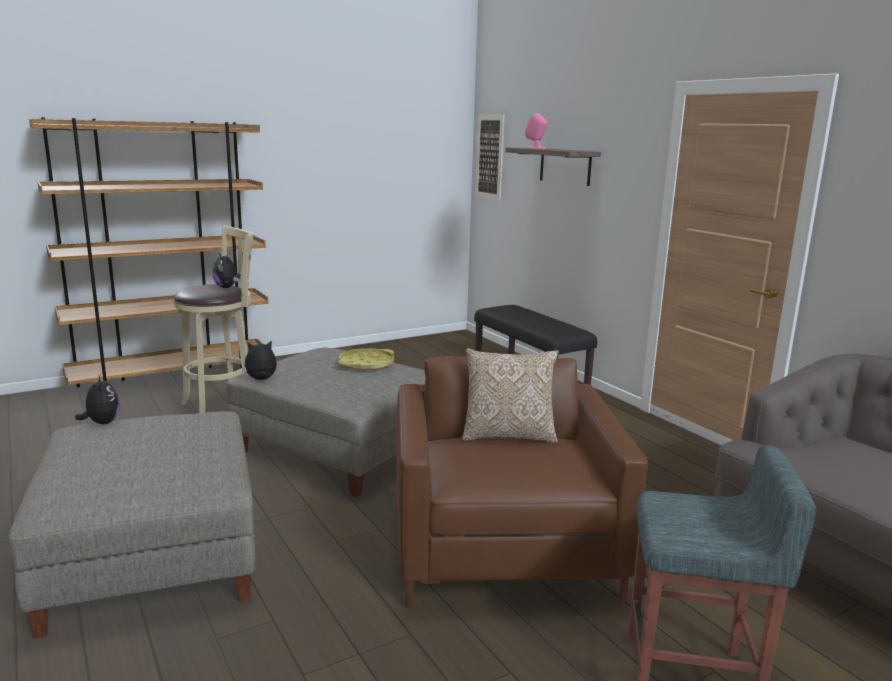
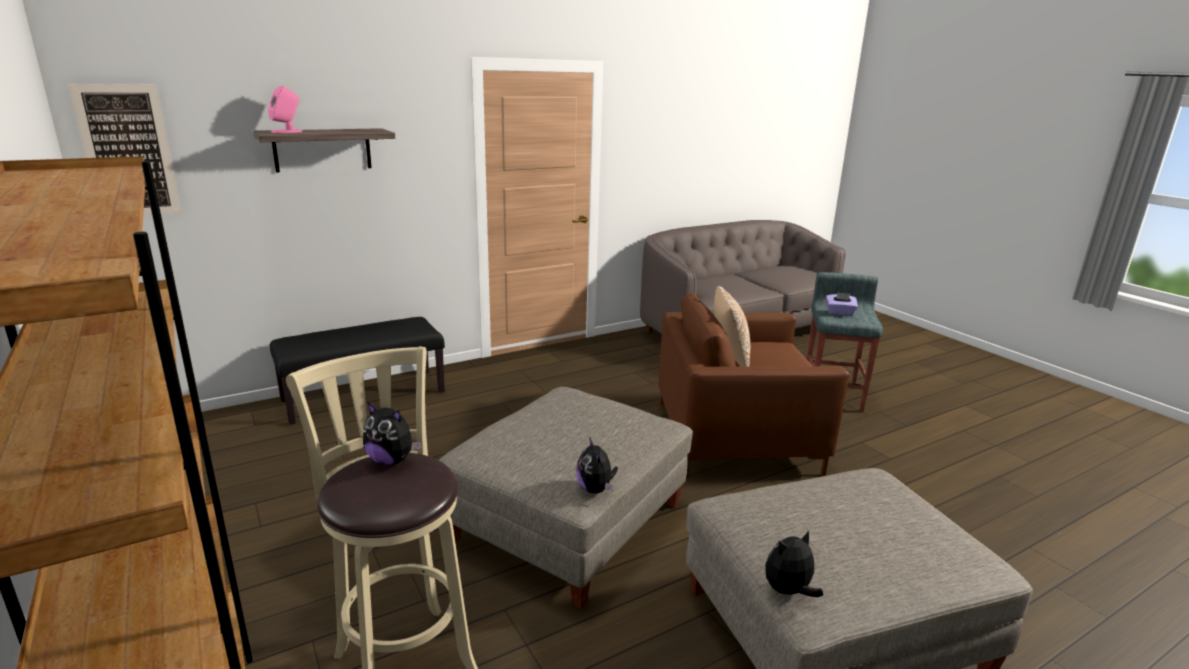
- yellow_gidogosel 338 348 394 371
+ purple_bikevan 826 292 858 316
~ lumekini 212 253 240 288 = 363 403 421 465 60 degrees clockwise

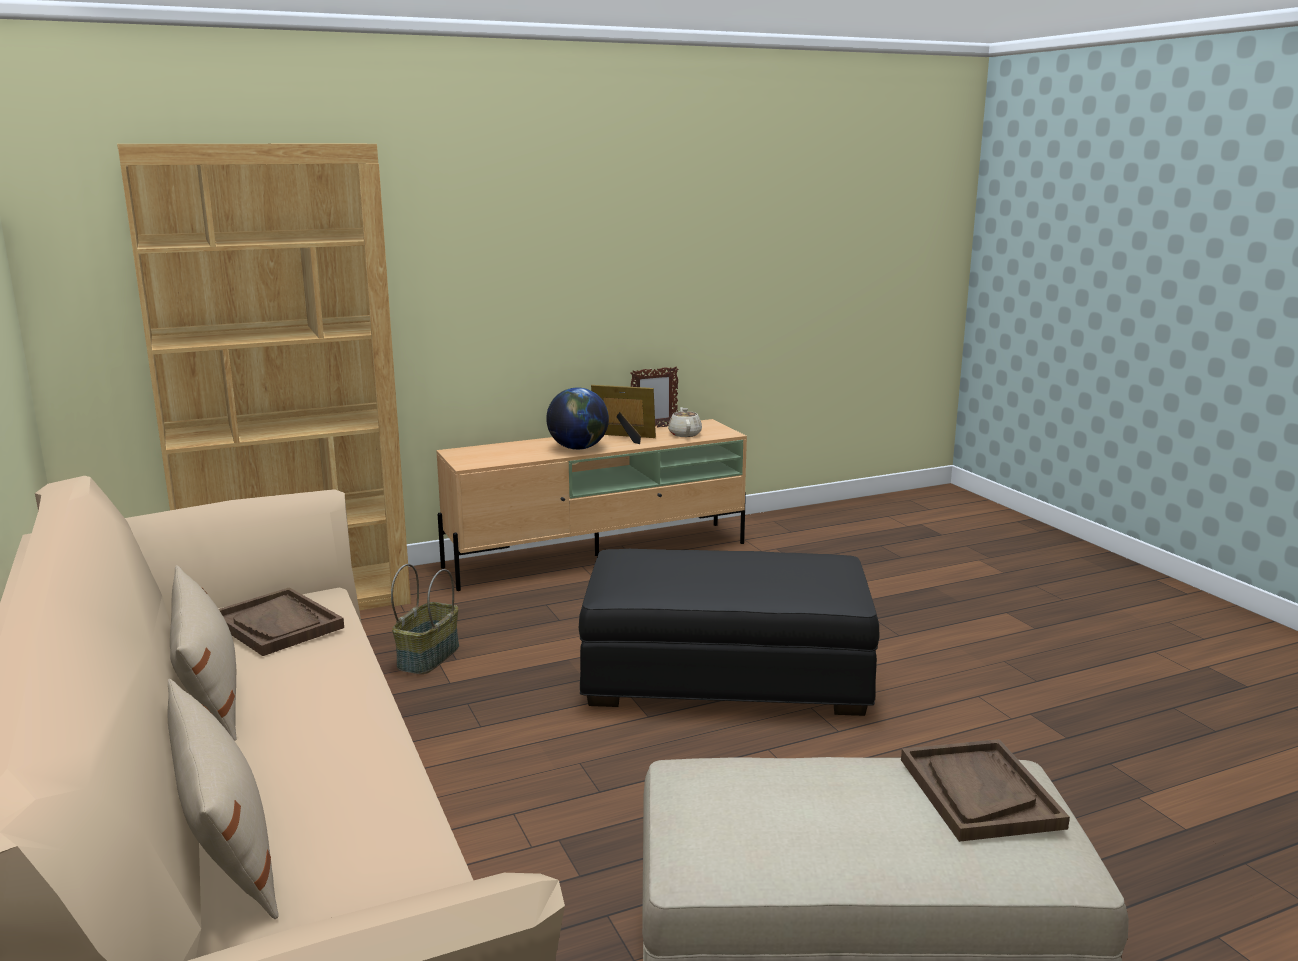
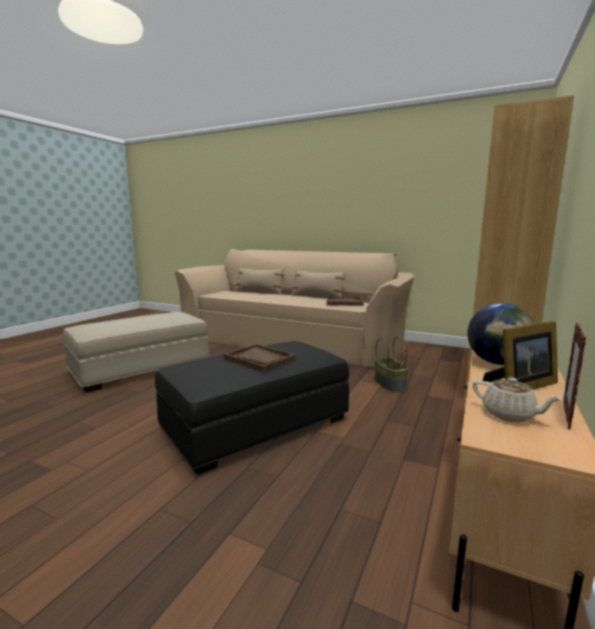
~ brown_gidogosel 901 739 1070 842 to 224 344 295 372

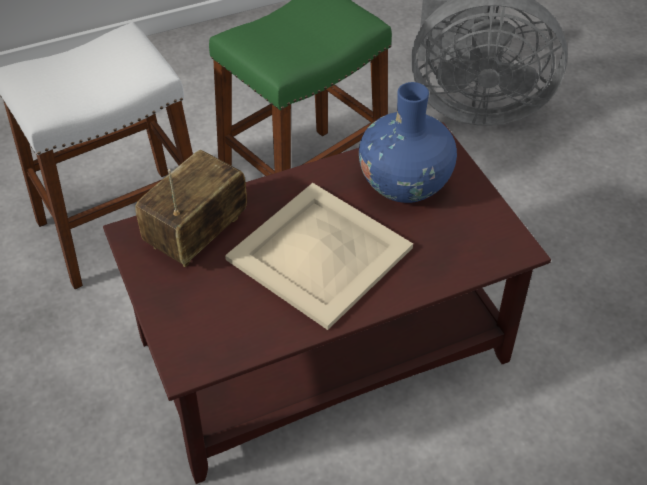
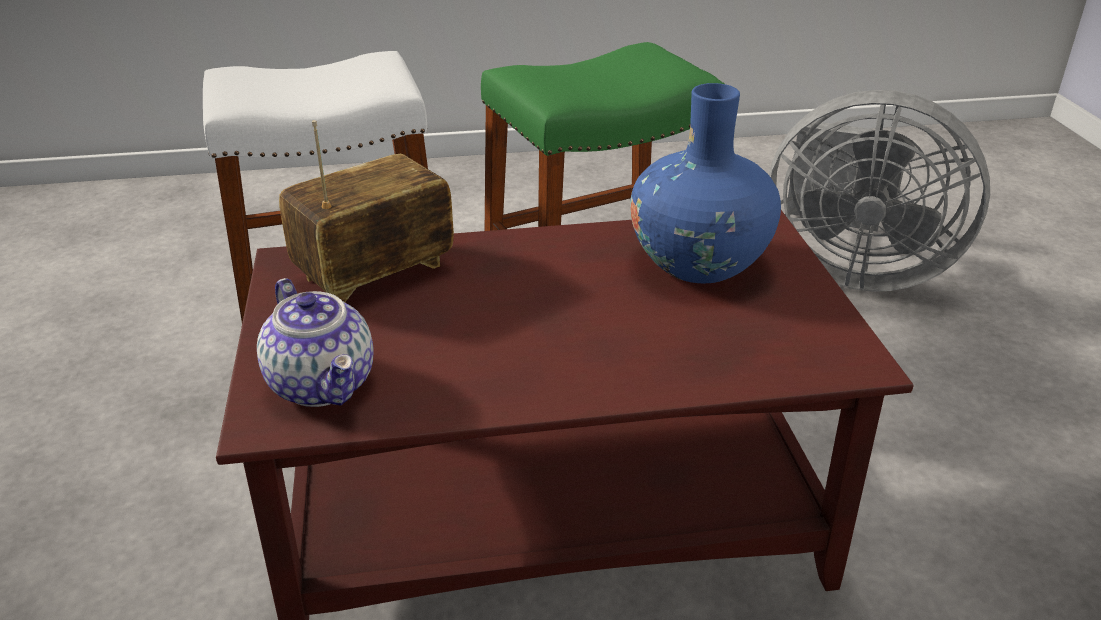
- beige_gidogosel 225 183 413 330
+ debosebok 257 278 374 407

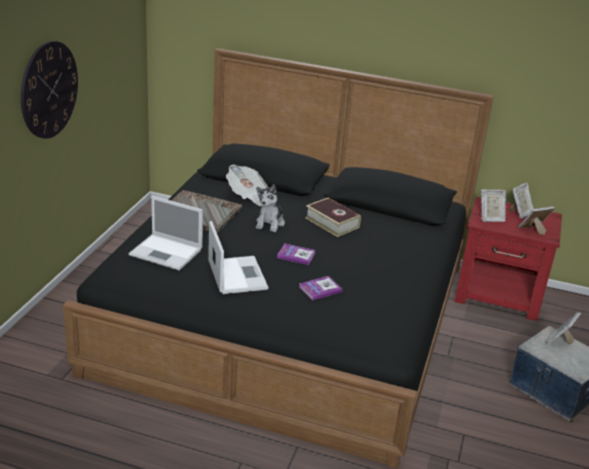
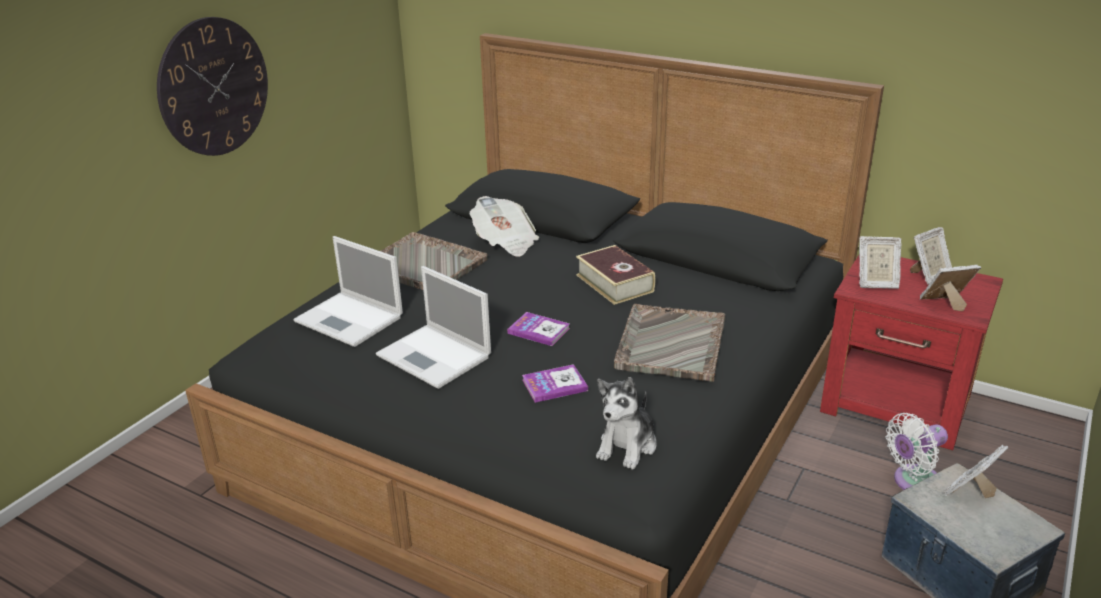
+ grey_gidogosel 614 304 725 382
+ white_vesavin 886 413 948 490
~ lumekini 256 184 285 232 to 596 377 657 470
~ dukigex 208 221 269 294 = 376 266 491 389 135 degrees clockwise

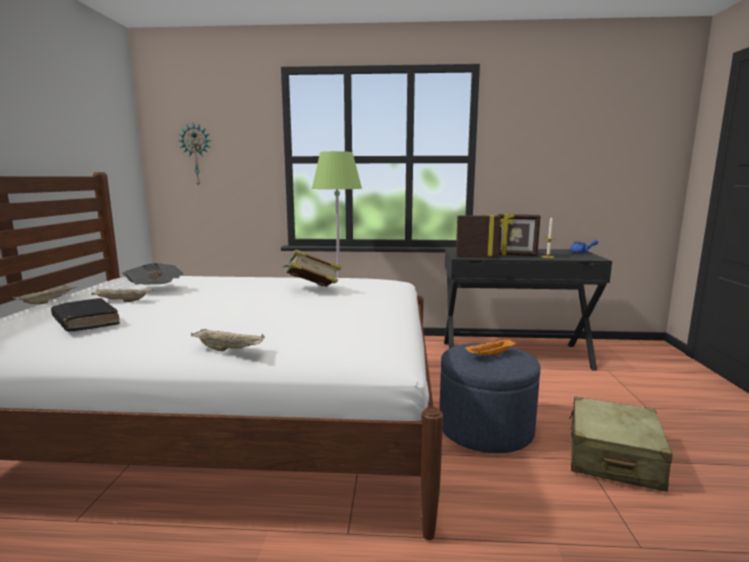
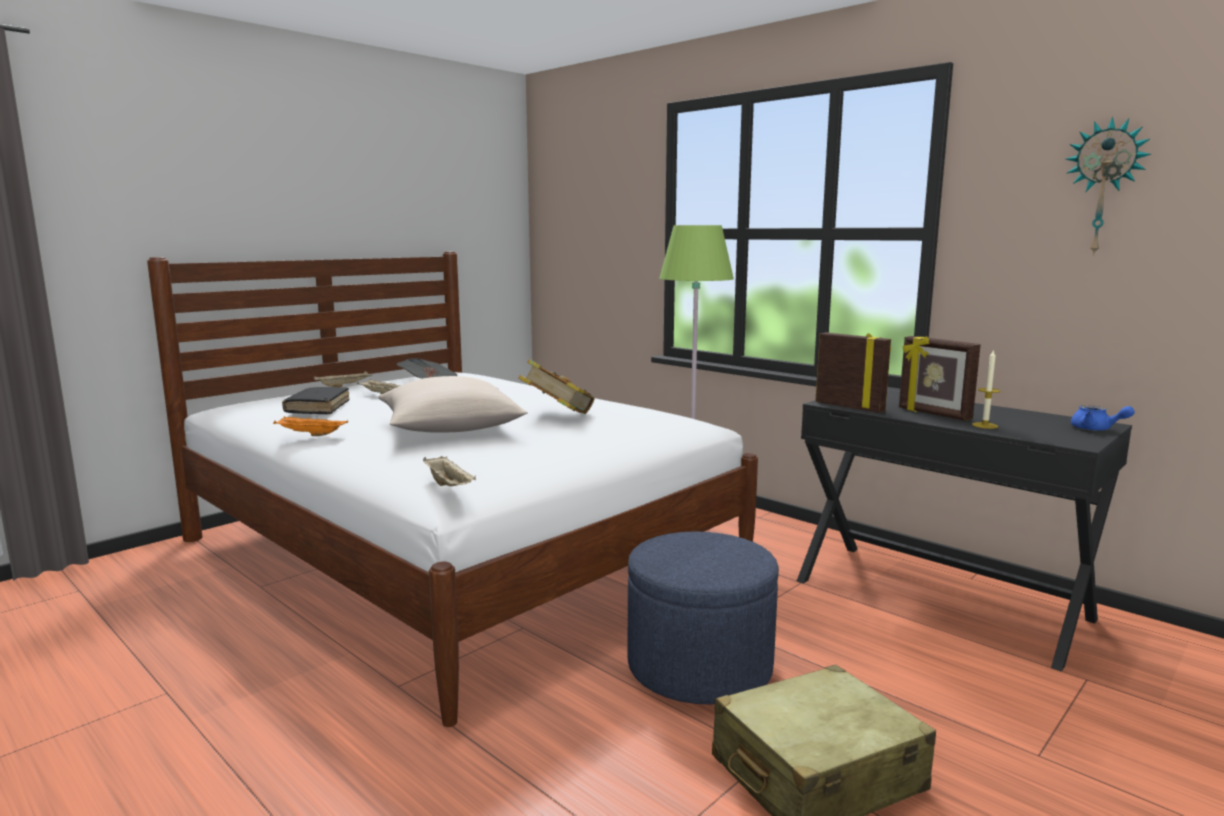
+ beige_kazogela 378 376 528 433
~ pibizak 179 122 211 187 to 1066 117 1151 256
~ beige_gidogosel 191 328 265 352 to 423 456 476 486
~ orange_gidogosel 465 338 516 356 to 273 416 348 436

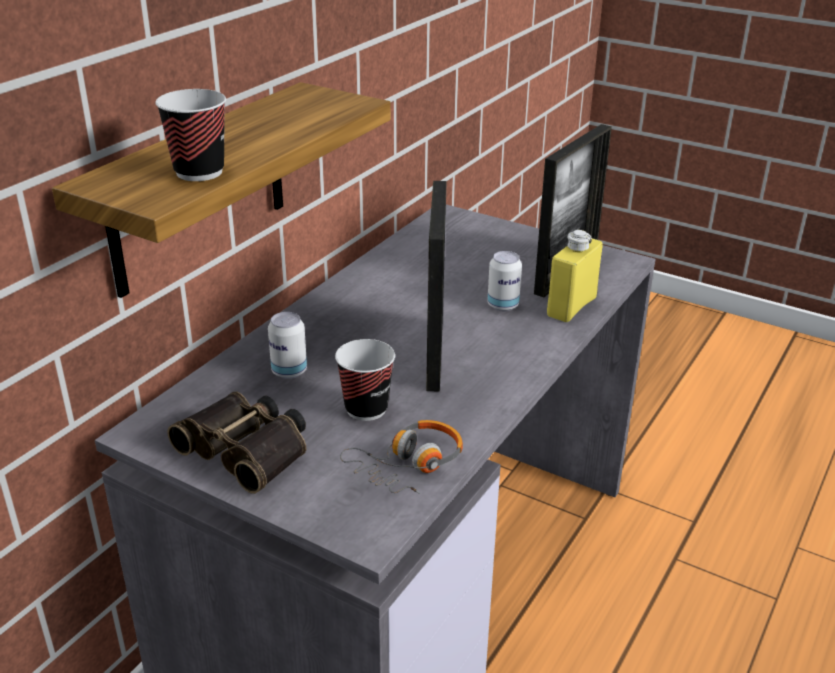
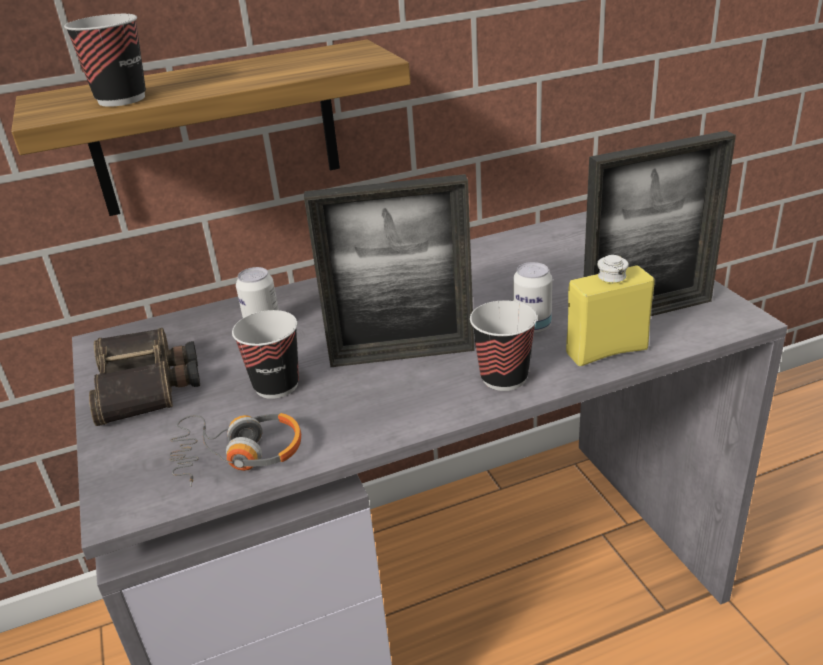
+ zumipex 470 300 537 391
~ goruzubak 426 181 447 392 = 304 174 474 367 135 degrees counterclockwise

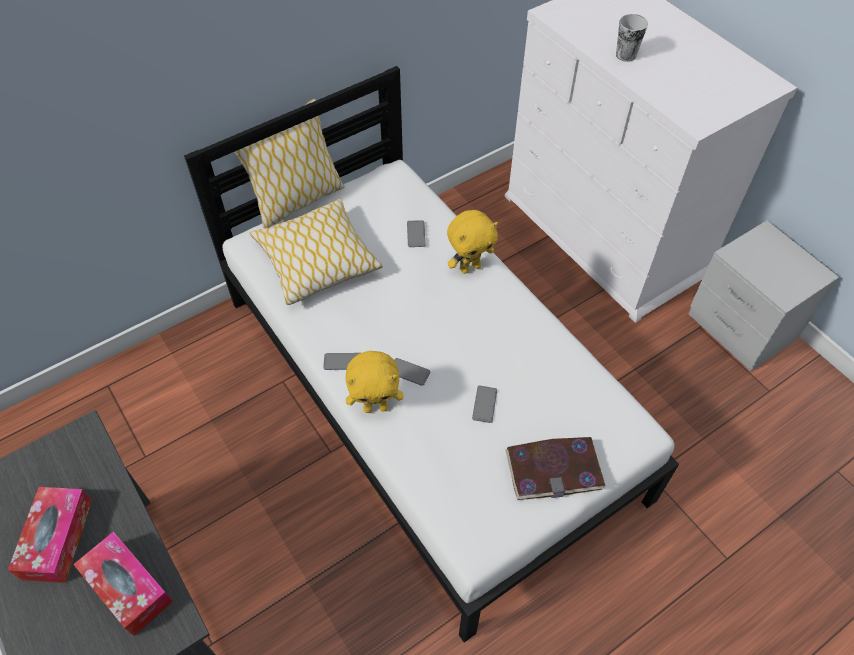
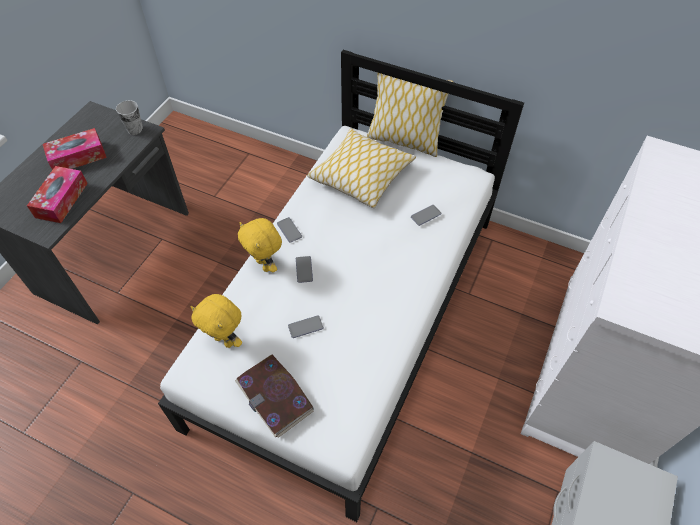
~ yellow_lumekini 447 210 498 274 to 190 294 242 348
~ zumipex 616 14 648 62 to 116 100 143 135

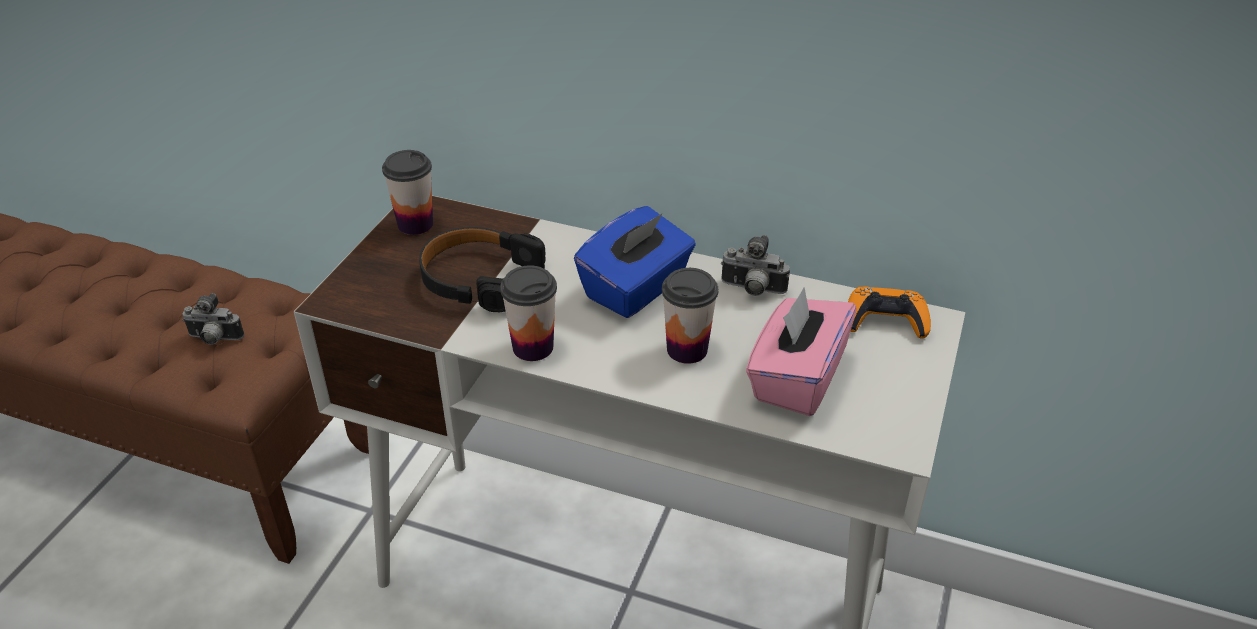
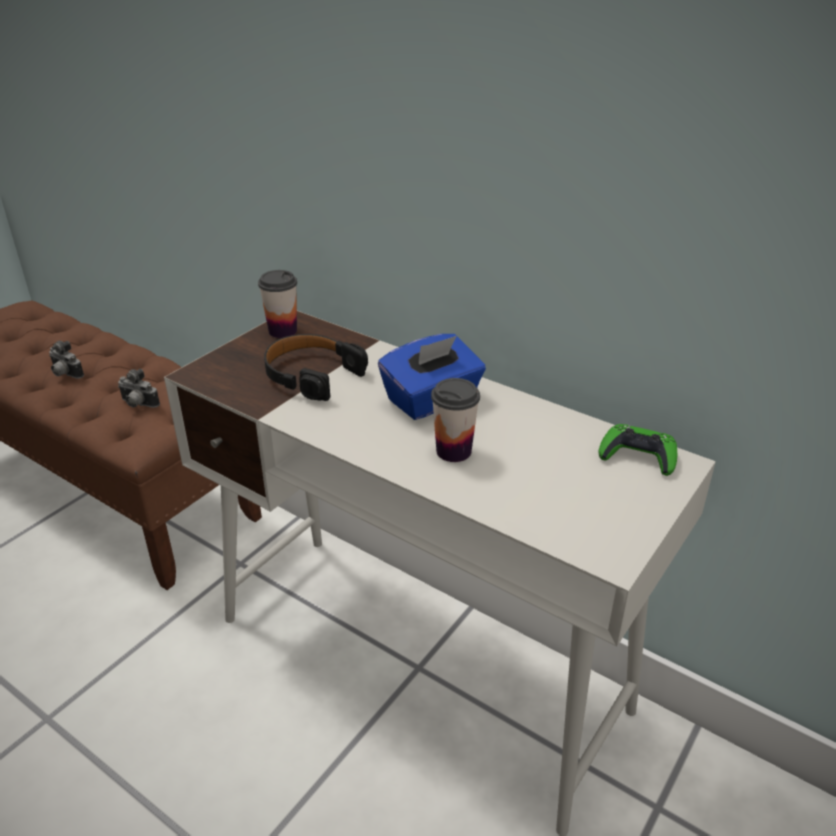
- zumipex 500 265 557 361
- pink_bikevan 746 288 857 416
~ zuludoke 721 235 790 296 to 49 341 84 379
~ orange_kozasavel 848 287 931 339 to green_kozasavel 598 424 677 476

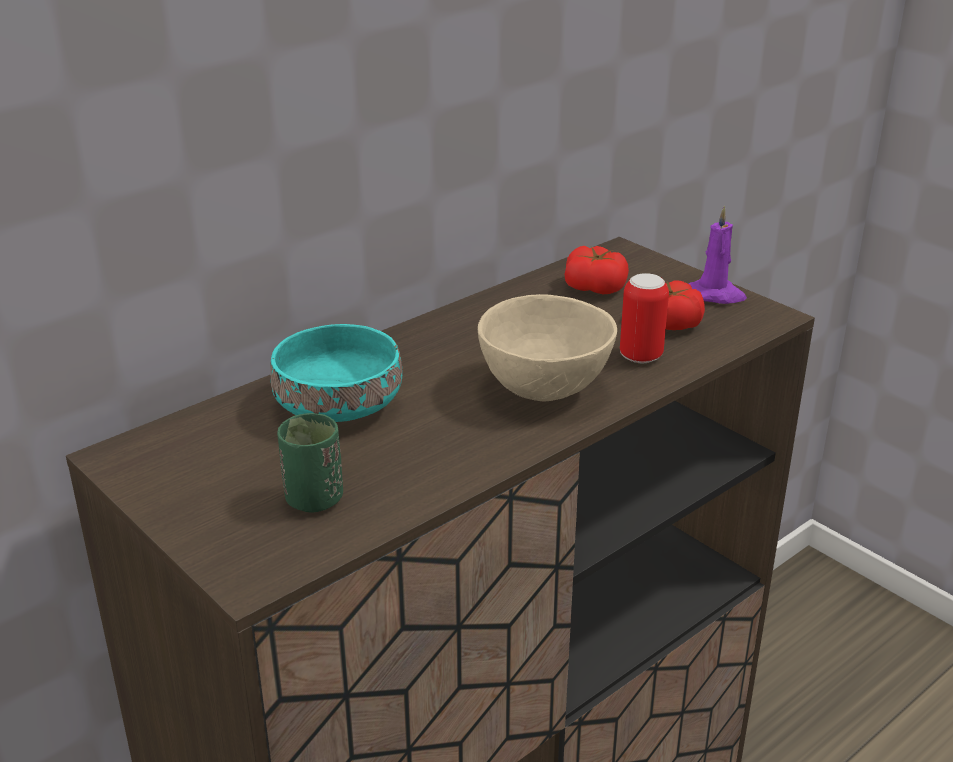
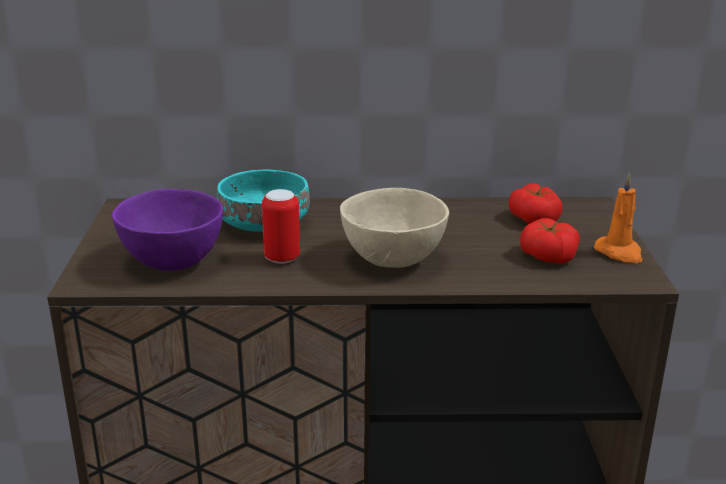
~ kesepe 620 273 669 363 to 262 189 300 264
~ green_zumipex 277 413 343 512 to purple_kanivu 112 189 223 271
~ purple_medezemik 689 205 747 304 to orange_medezemik 594 173 642 263

